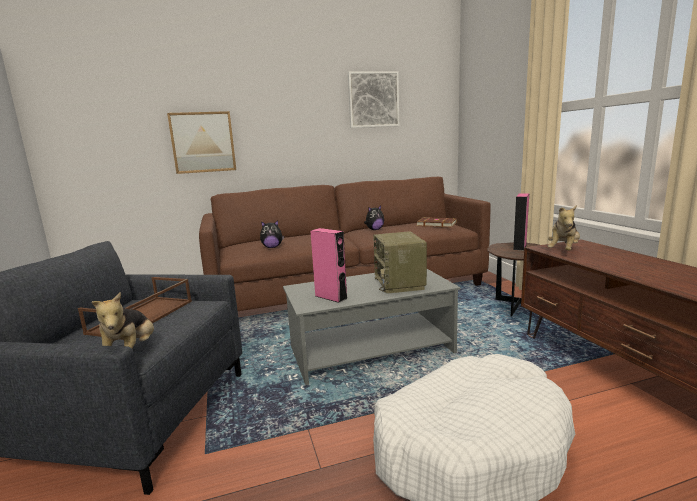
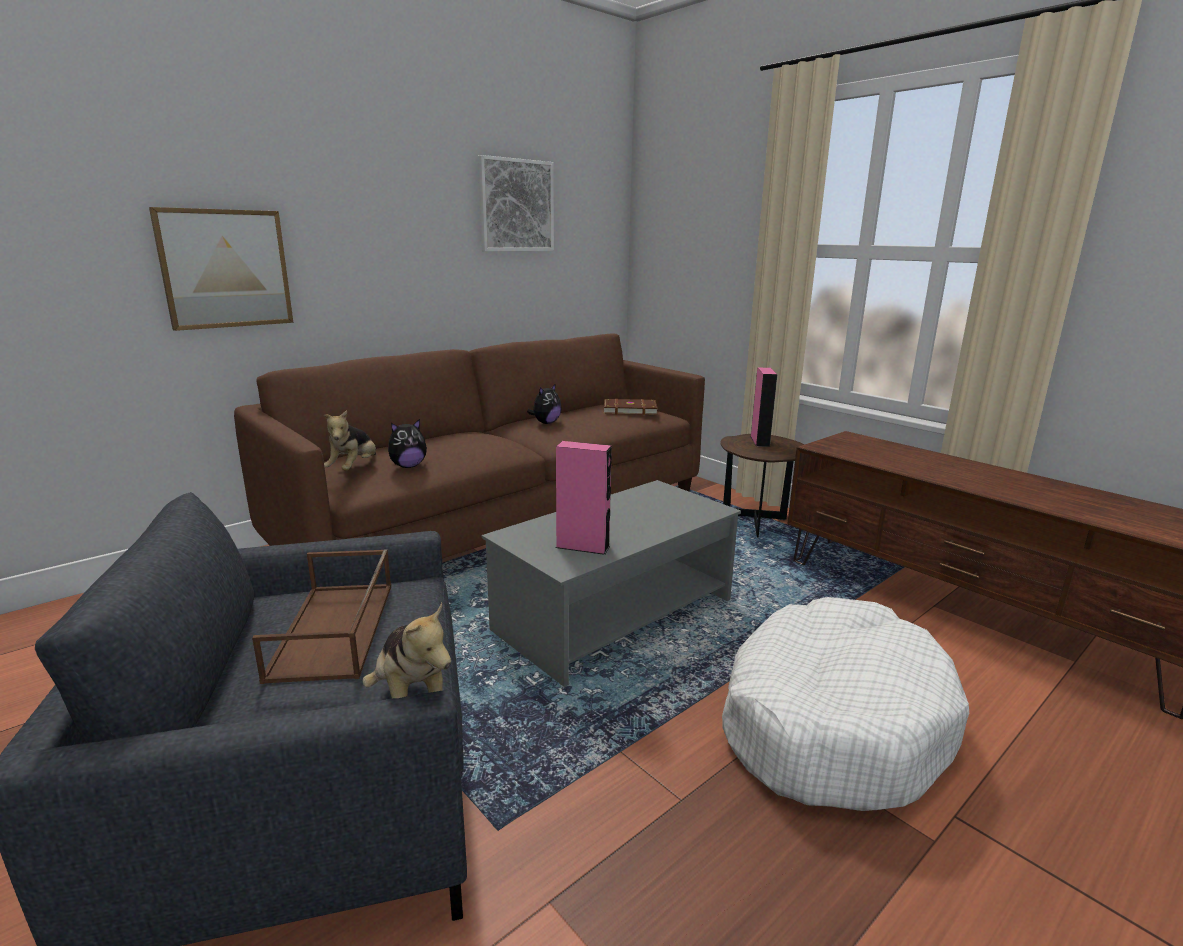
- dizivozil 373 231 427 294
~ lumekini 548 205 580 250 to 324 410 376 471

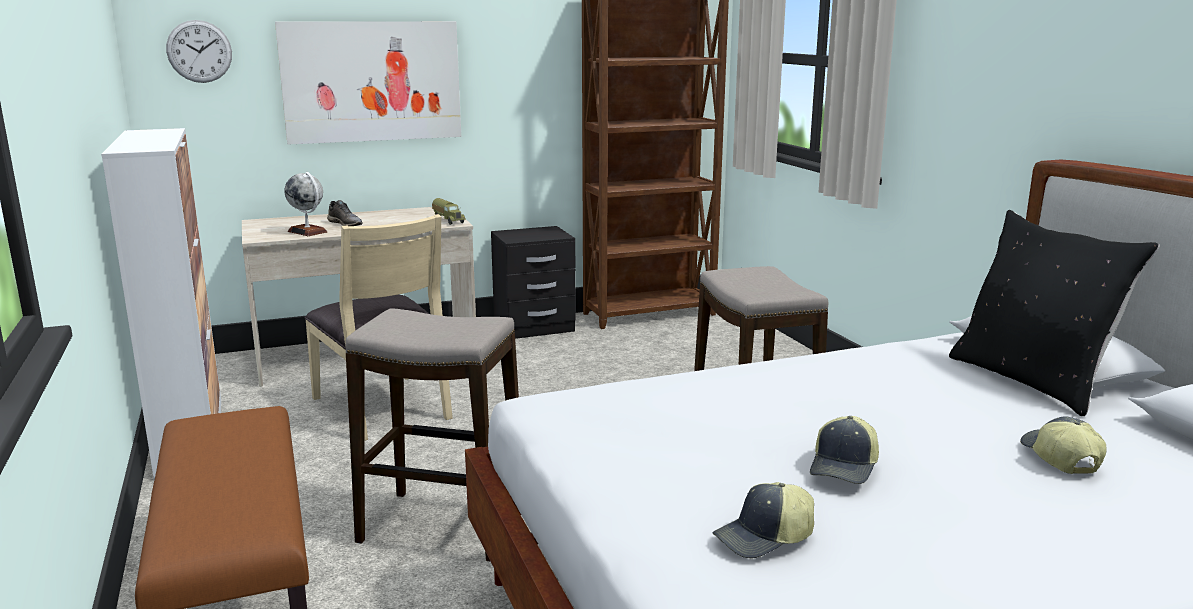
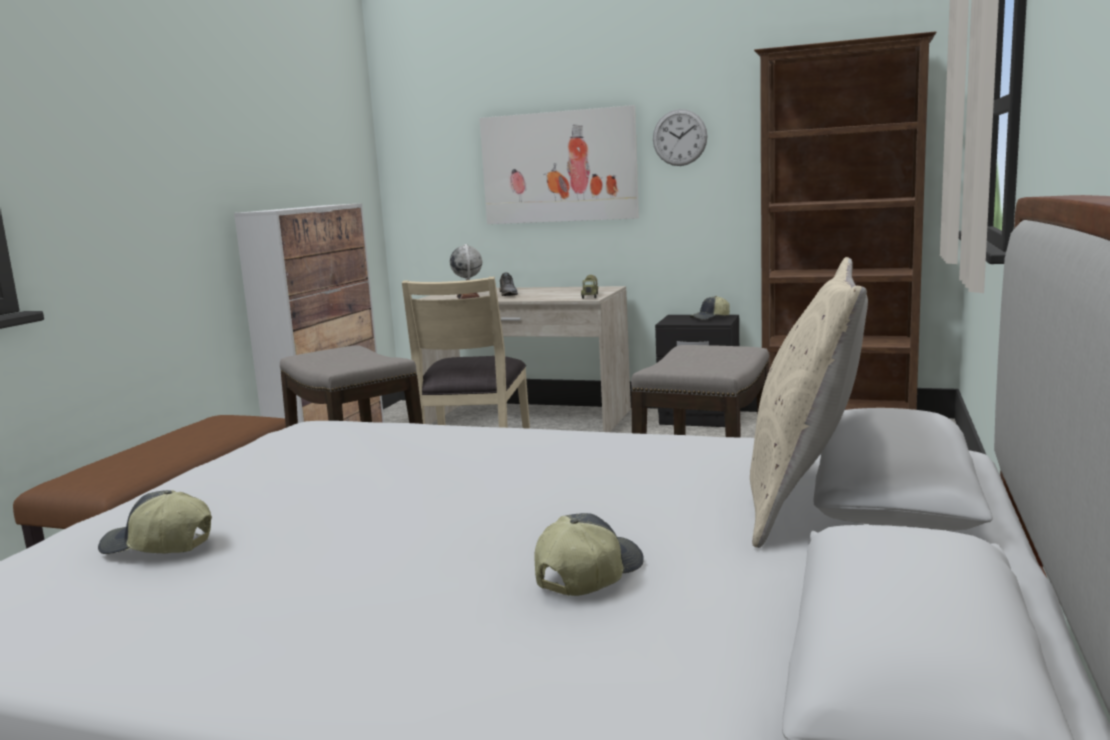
~ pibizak 166 20 232 83 to 653 109 708 166
~ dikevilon 810 416 879 484 to 690 296 730 320
~ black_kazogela 949 210 1160 416 to beige_kazogela 750 257 868 548

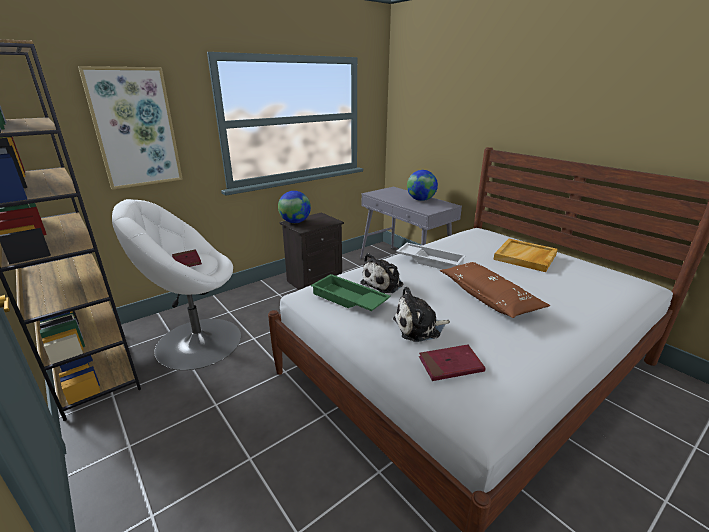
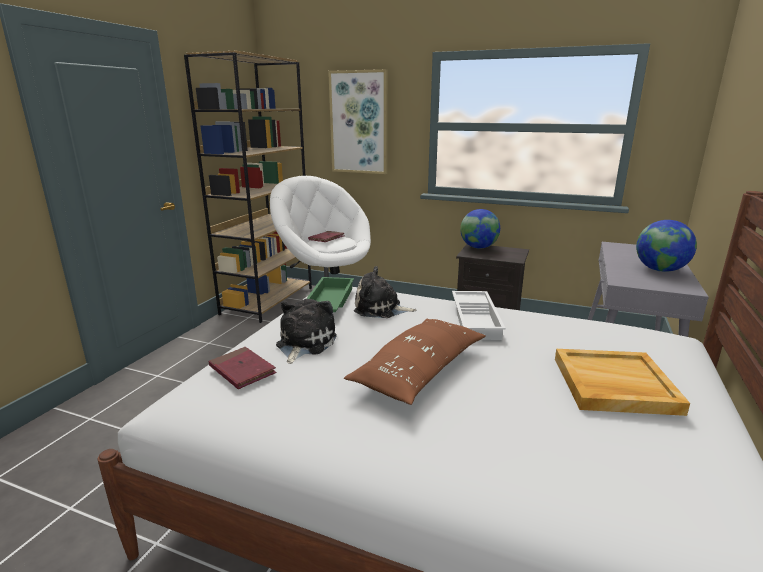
~ lumekini 393 287 450 342 = 276 299 337 364 60 degrees clockwise

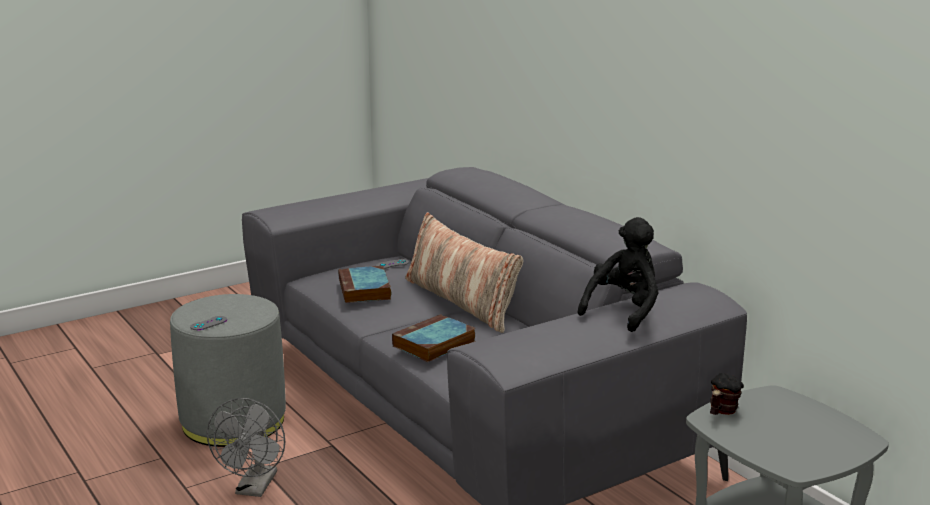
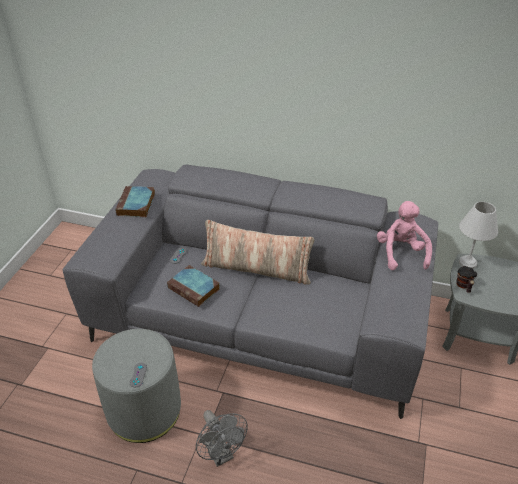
+ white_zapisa 459 202 498 269
~ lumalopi 392 314 476 362 to 115 186 155 217
~ black_lumekini 577 217 659 332 to pink_lumekini 377 201 432 270

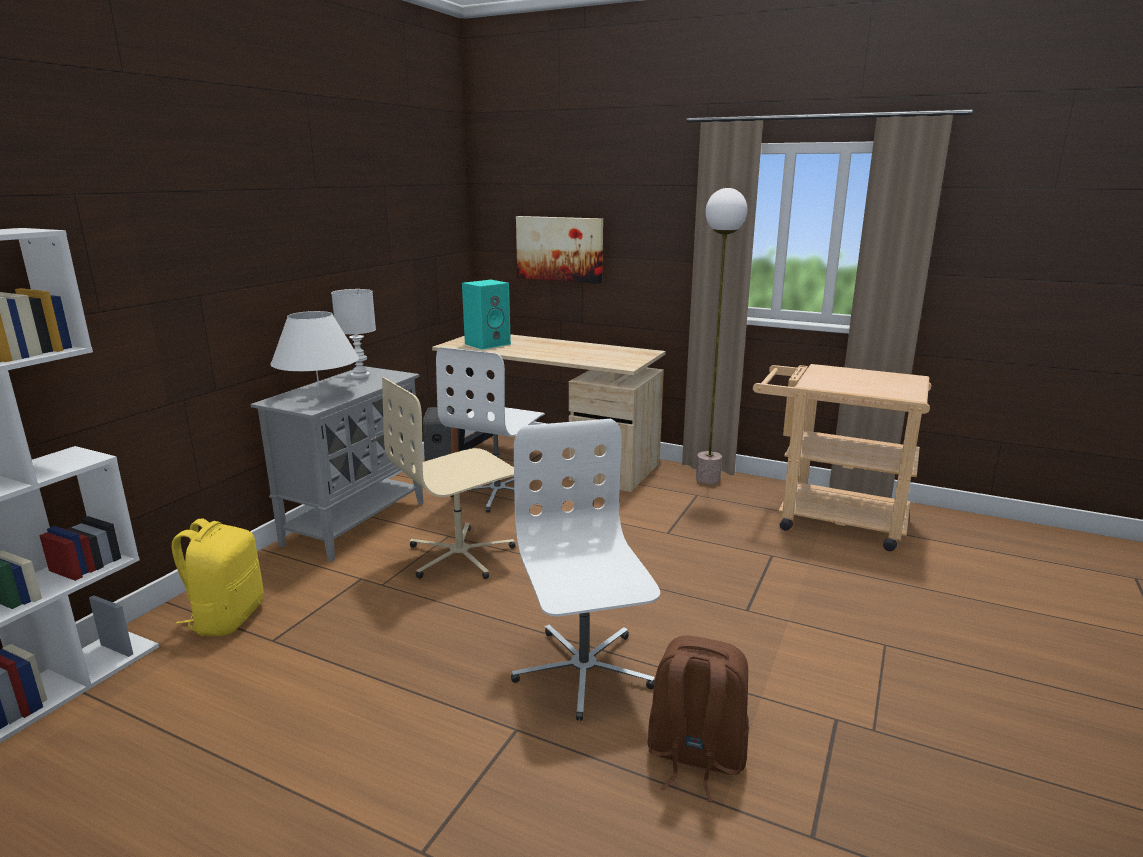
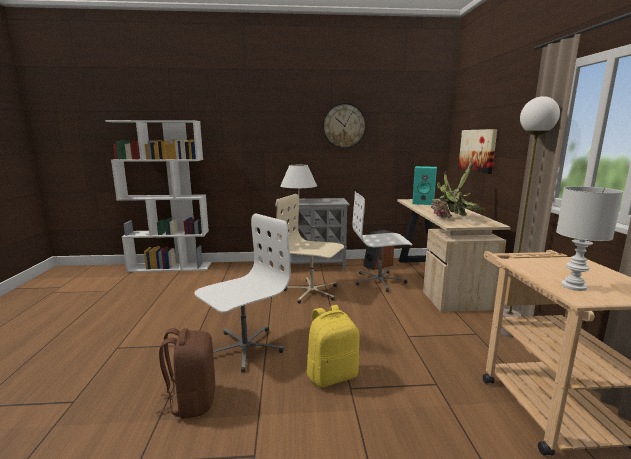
+ pibizak 322 103 366 149
+ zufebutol 431 162 485 218
~ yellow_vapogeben 172 519 264 636 to 307 305 359 387
~ white_zapisa 331 289 376 378 to 556 186 623 291

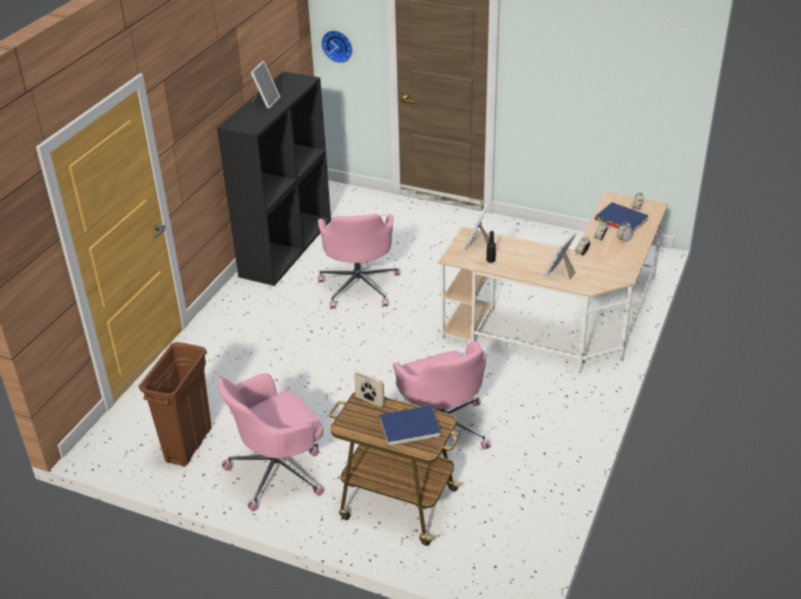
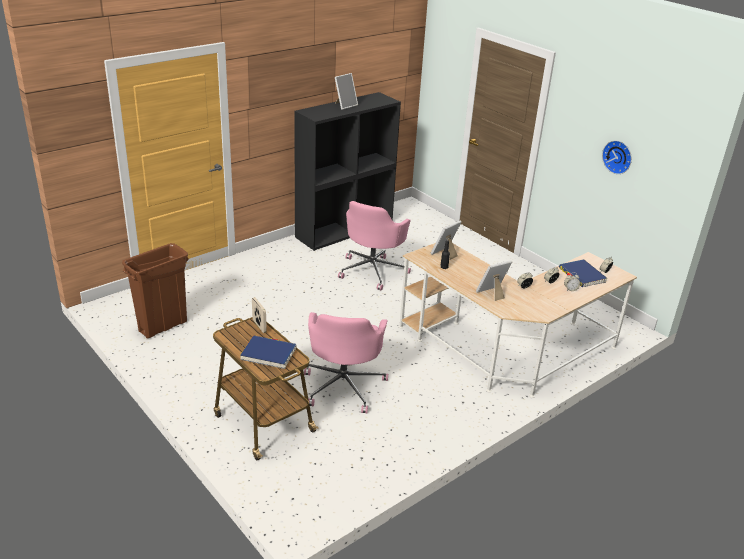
- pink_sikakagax 218 373 324 511
~ pibizak 321 30 353 63 to 602 140 632 174

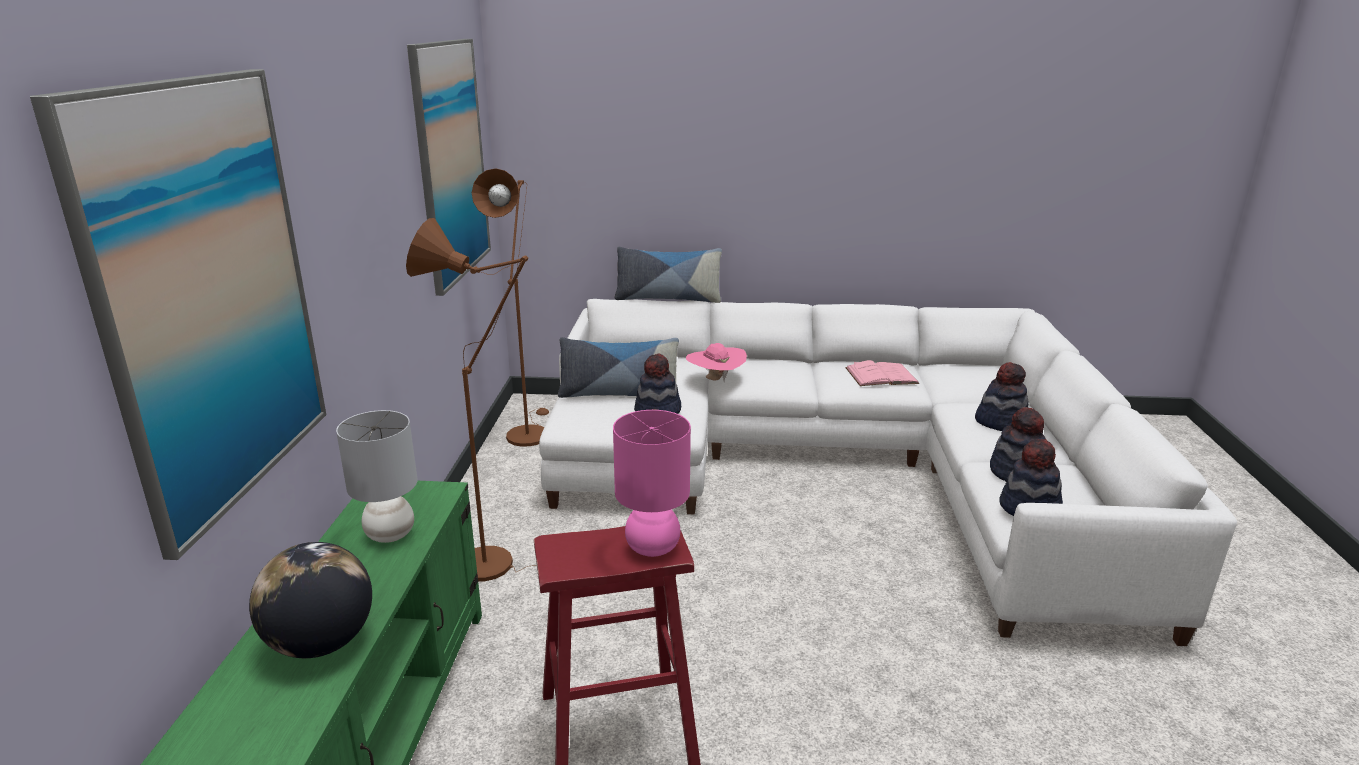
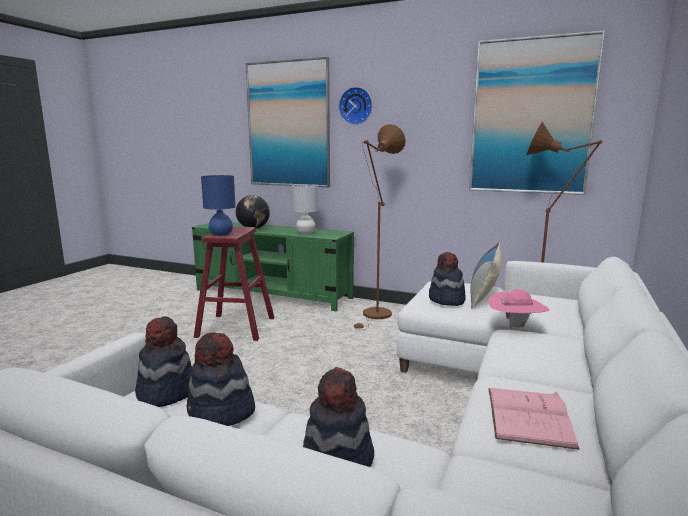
- kazogela 614 247 722 303
+ pibizak 338 87 373 125
~ pink_zapisa 613 410 691 557 to blue_zapisa 201 175 236 236

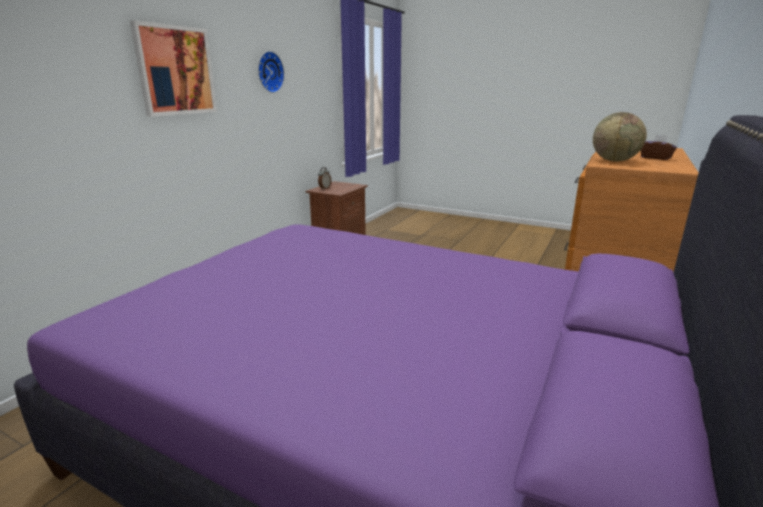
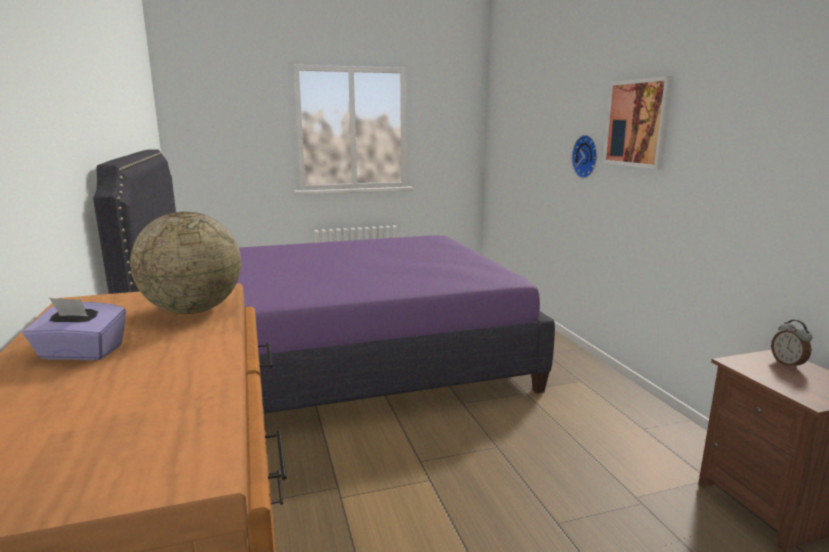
~ pibizak 258 51 284 93 to 572 135 597 178
~ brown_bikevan 641 135 677 160 to purple_bikevan 23 298 126 360

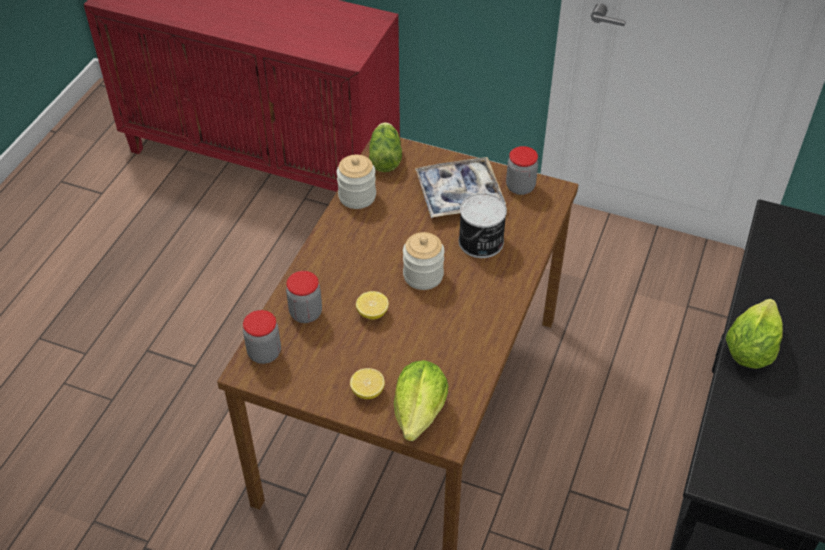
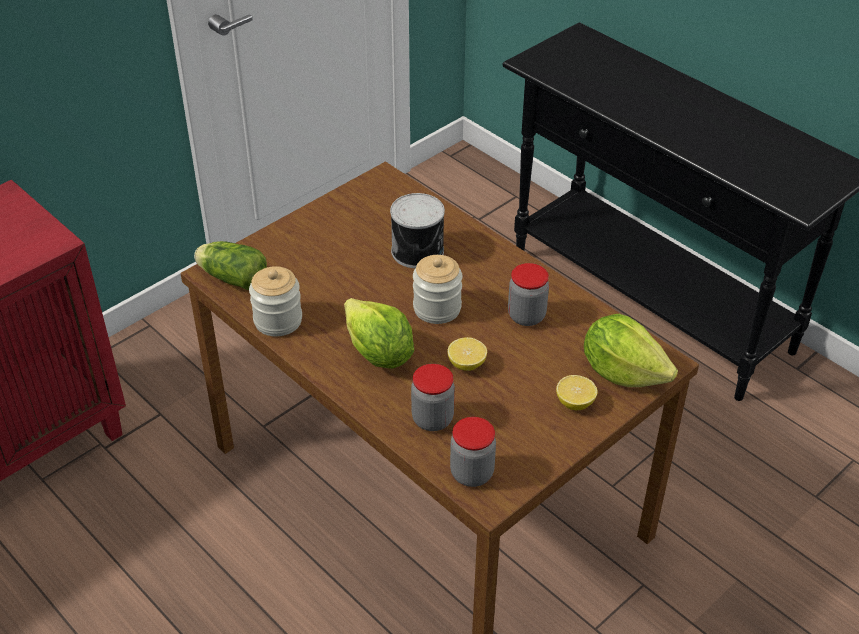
- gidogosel 415 157 506 218
~ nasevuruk 506 146 538 195 to 508 263 549 326
~ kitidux 726 299 783 369 to 344 298 414 369

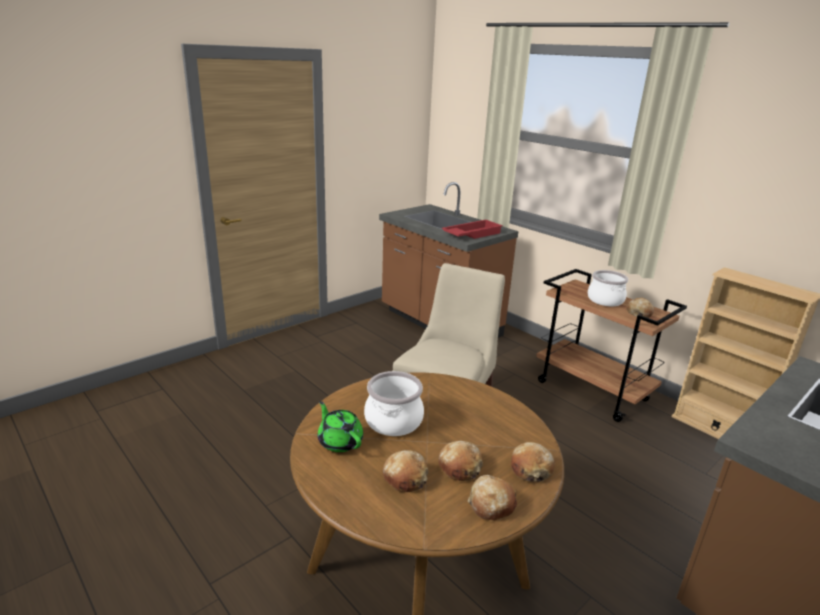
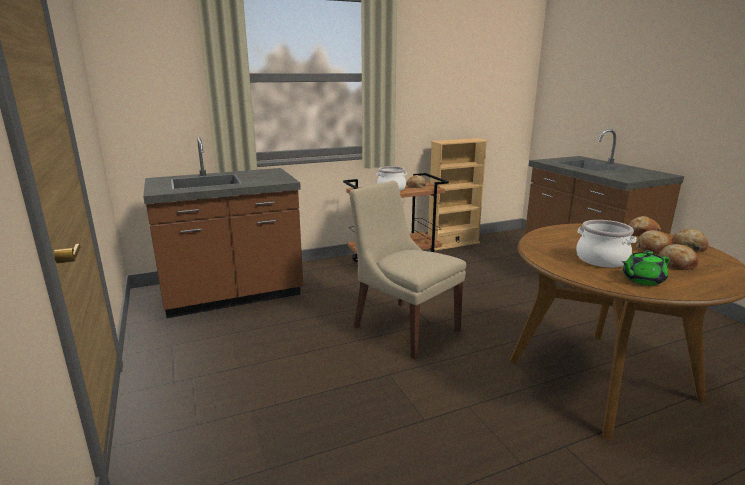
- red_gidogosel 442 220 503 239

